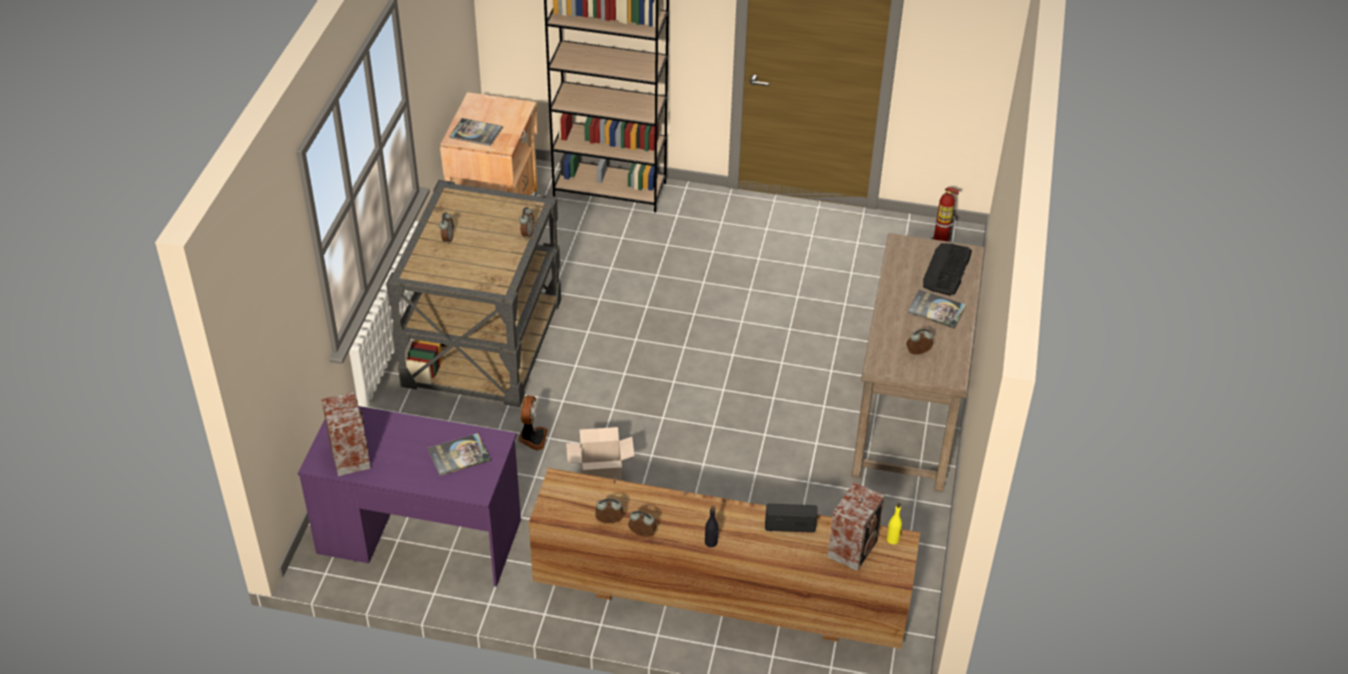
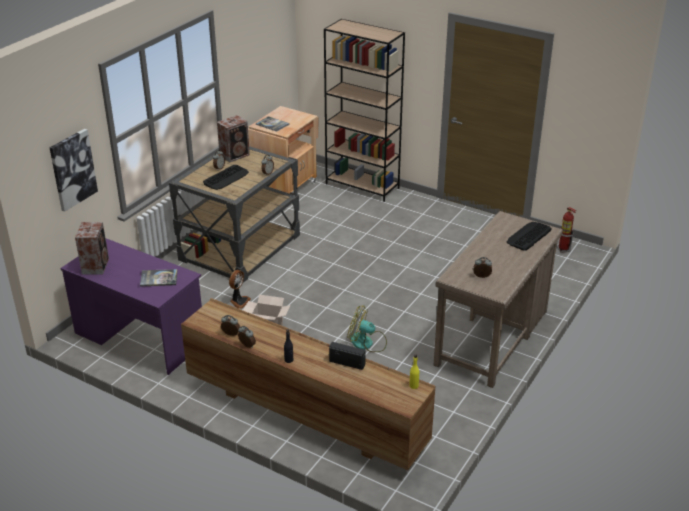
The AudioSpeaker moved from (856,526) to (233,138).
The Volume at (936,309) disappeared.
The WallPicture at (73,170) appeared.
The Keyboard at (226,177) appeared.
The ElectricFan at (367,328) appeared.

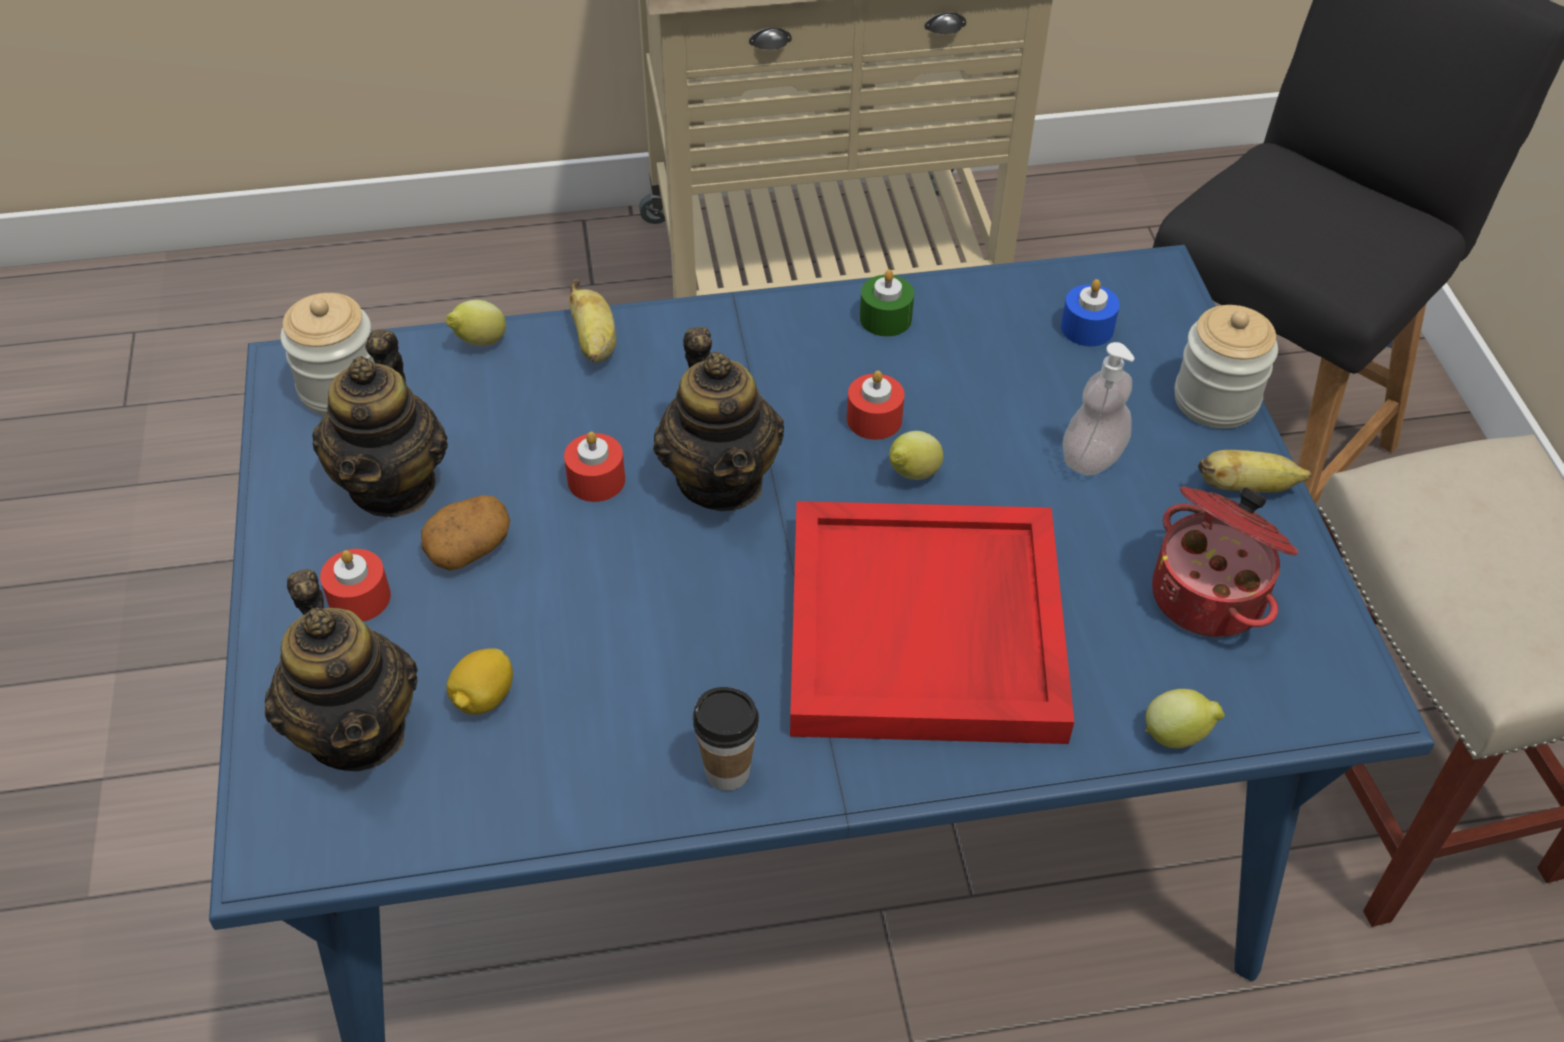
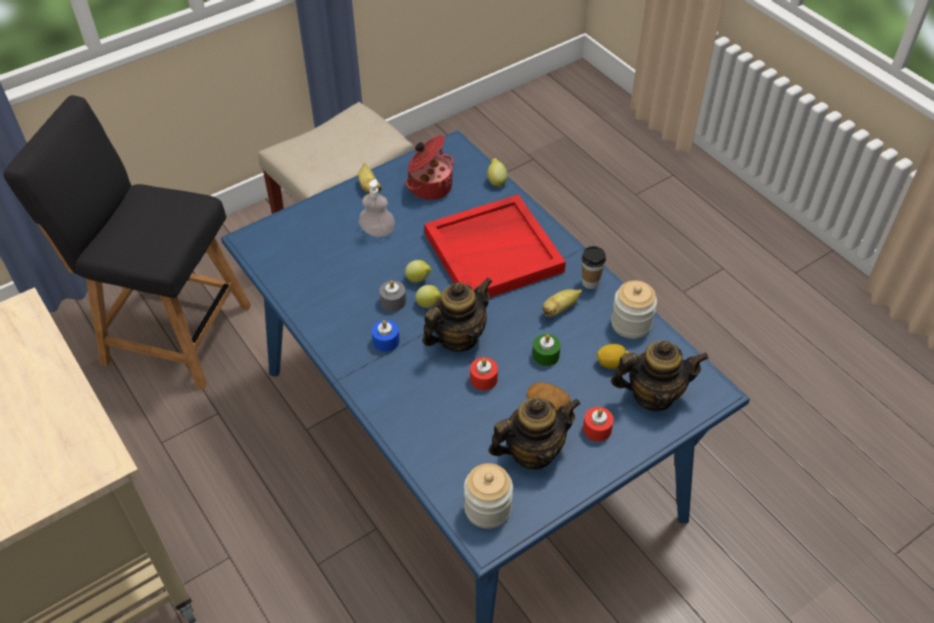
The PotForTea at (341,670) turned 45 degrees clockwise.
The WholeLemon moved from (476,323) to (428,296).
The WholeBanana moved from (592,321) to (562,303).
The RedColouredWaxLight at (876,405) became the GreyWaxLight at (392,295).
The GreenishWaxLight moved from (887,303) to (546,350).
The BlueColouredWaxLight moved from (1090,312) to (386,336).
The Jar moved from (1226,367) to (634,310).

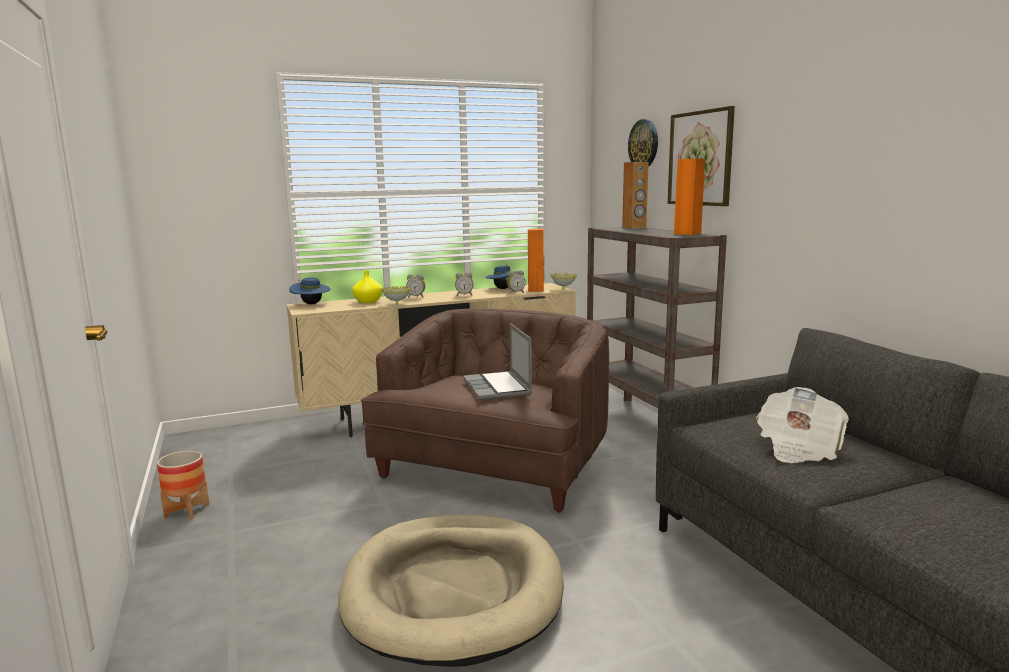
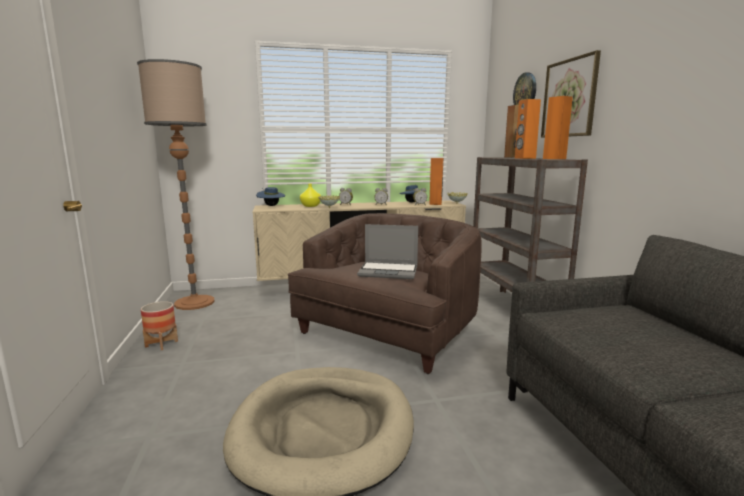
The NotebookComputer at (497,361) turned 75 degrees counterclockwise.
The PrintedPaper at (802,425) disappeared.
The StandingLamp at (176,184) appeared.
The OrangeyAudioSpeaker at (528,129) appeared.

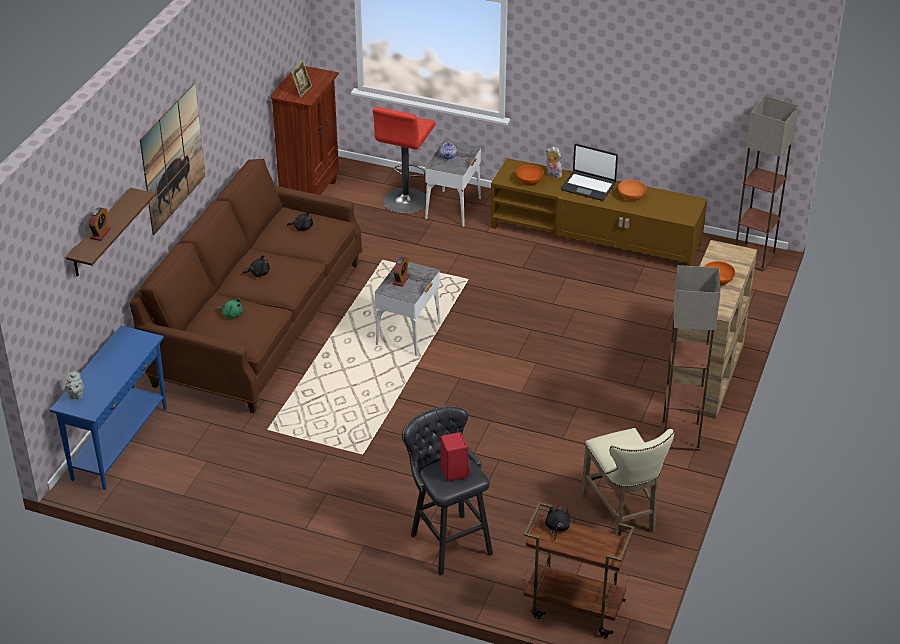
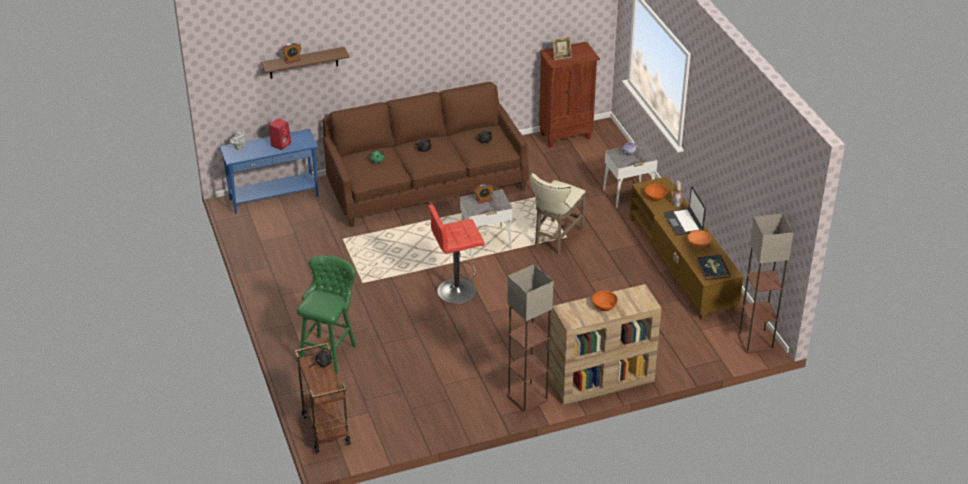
The WallPicture at (172,159) disappeared.
The RedColouredStool moved from (404,160) to (456,254).
The BlackishStool at (447,491) became the GreenishStool at (326,314).
The RedColouredAudioSpeaker moved from (455,456) to (280,134).
The BeigeColouredStool moved from (627,481) to (558,214).
The Volume at (713,267) appeared.

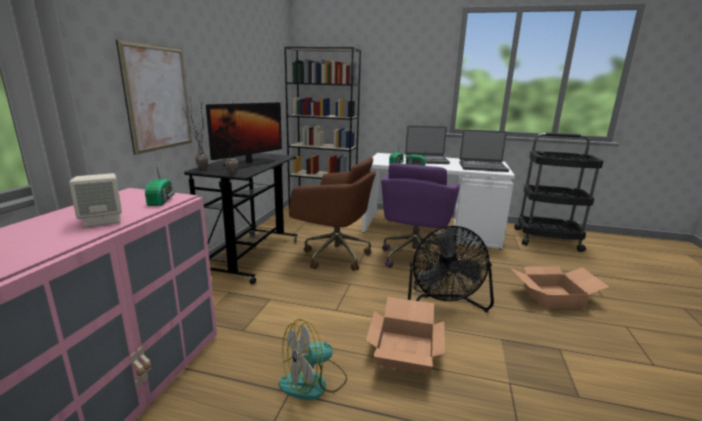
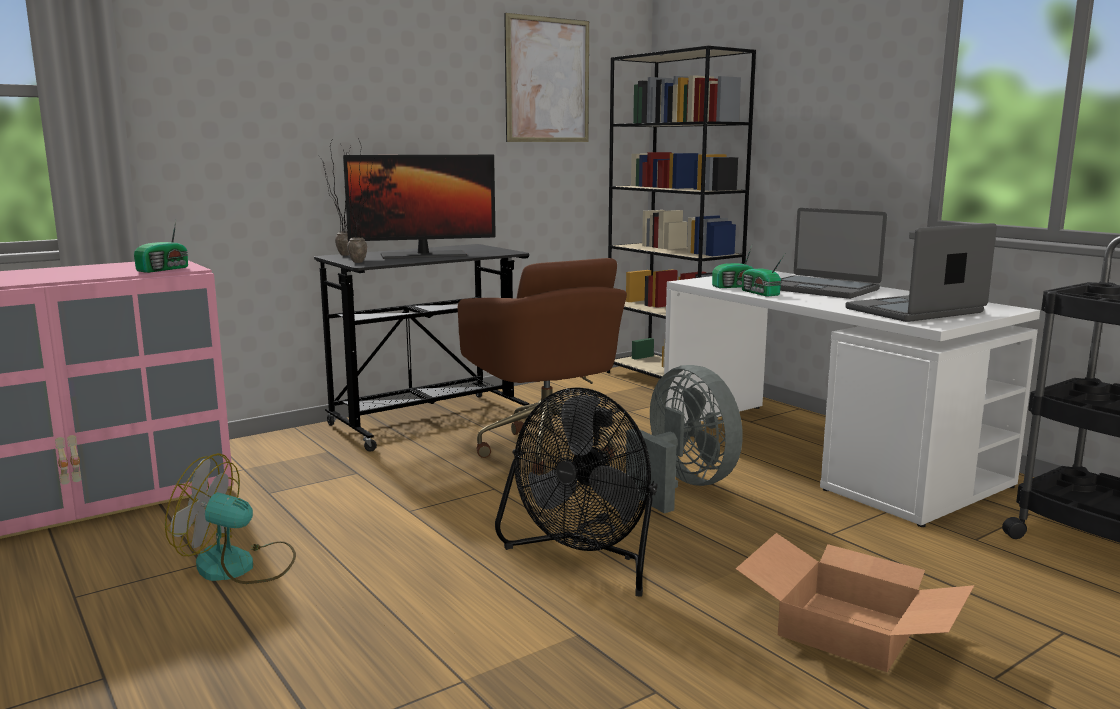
The BeigeColouredAudioSpeaker at (95,200) disappeared.
The WallPicture moved from (154,97) to (546,77).
The PackingBox at (405,335) disappeared.
The PurpleColouredOfficeChair at (420,217) was replaced by the GreyElectricFan at (684,439).
The NotebookComputer at (484,151) turned 105 degrees clockwise.

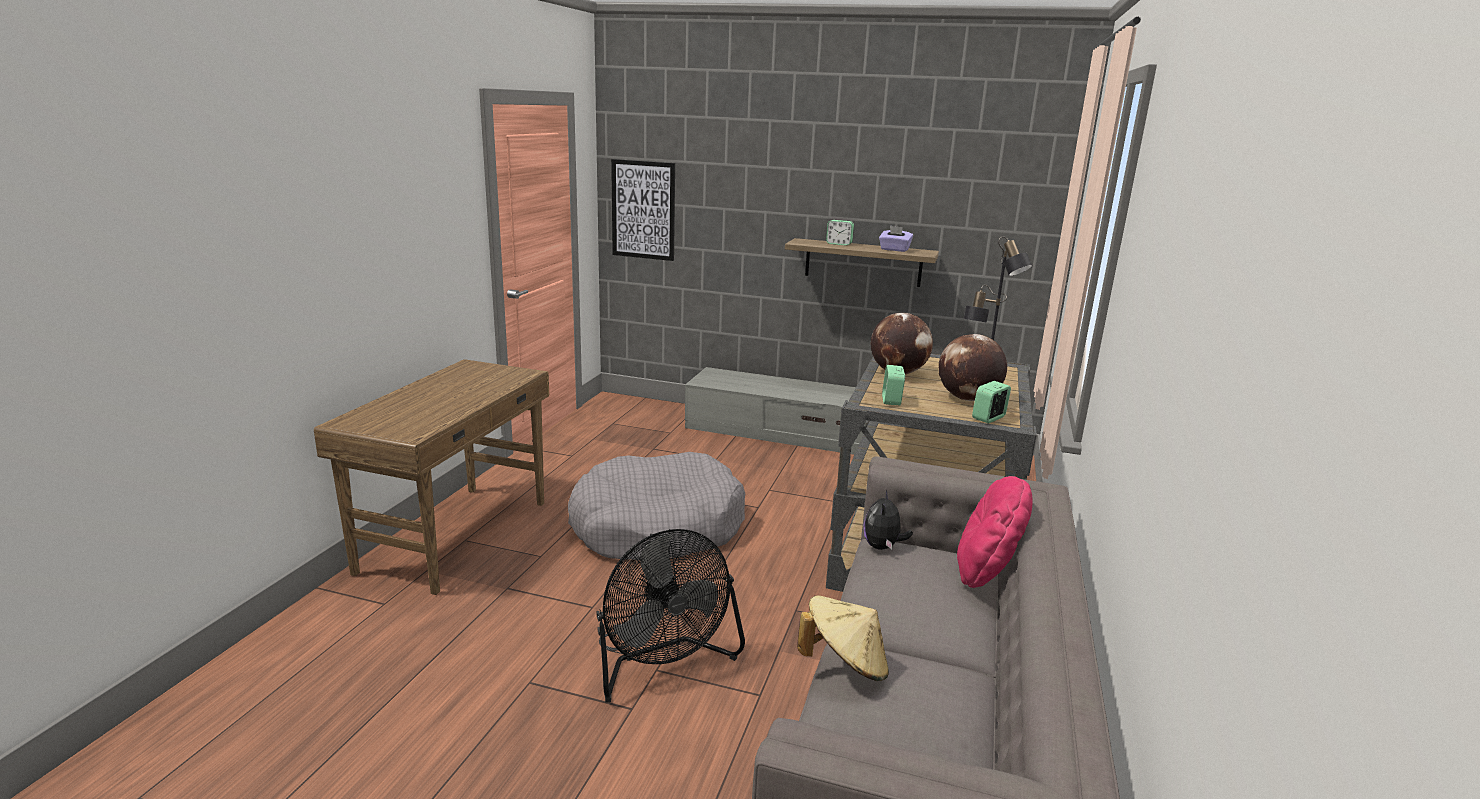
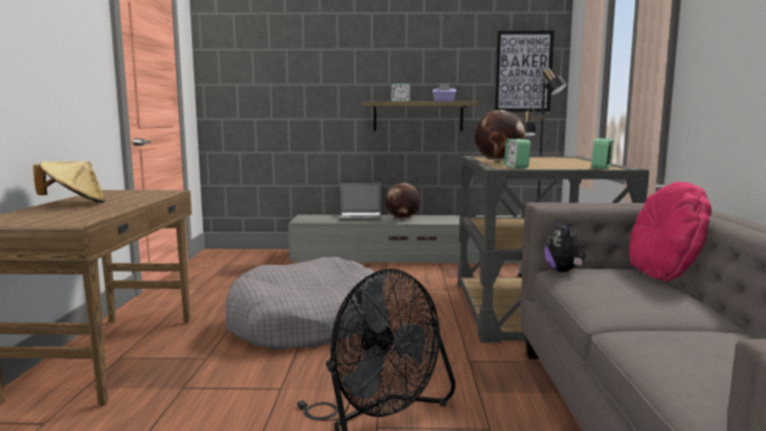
The WallPicture moved from (643,210) to (524,71).
The BeigeColouredWearableHat moved from (843,638) to (69,182).
The Globe moved from (973,367) to (403,201).
The NotebookComputer at (361,202) appeared.

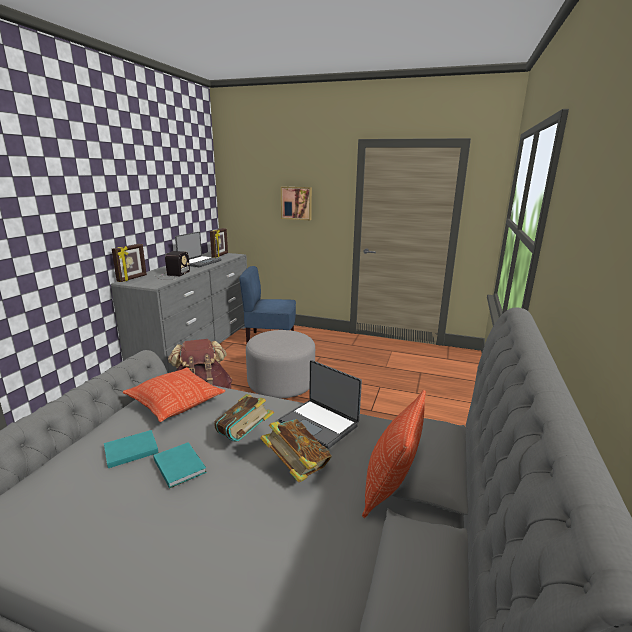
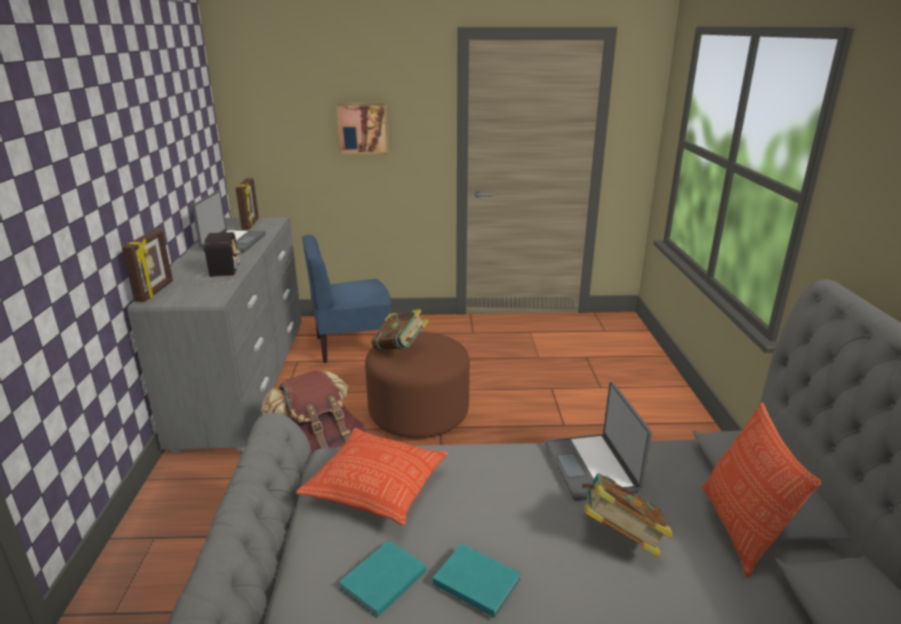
The Volume moved from (244,418) to (400,330).
The GreyPouffe at (280,364) became the BrownPouffe at (417,385).
The NotebookComputer at (320,404) turned 60 degrees clockwise.

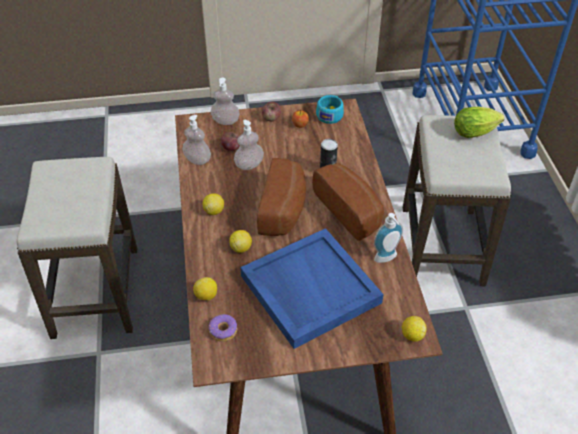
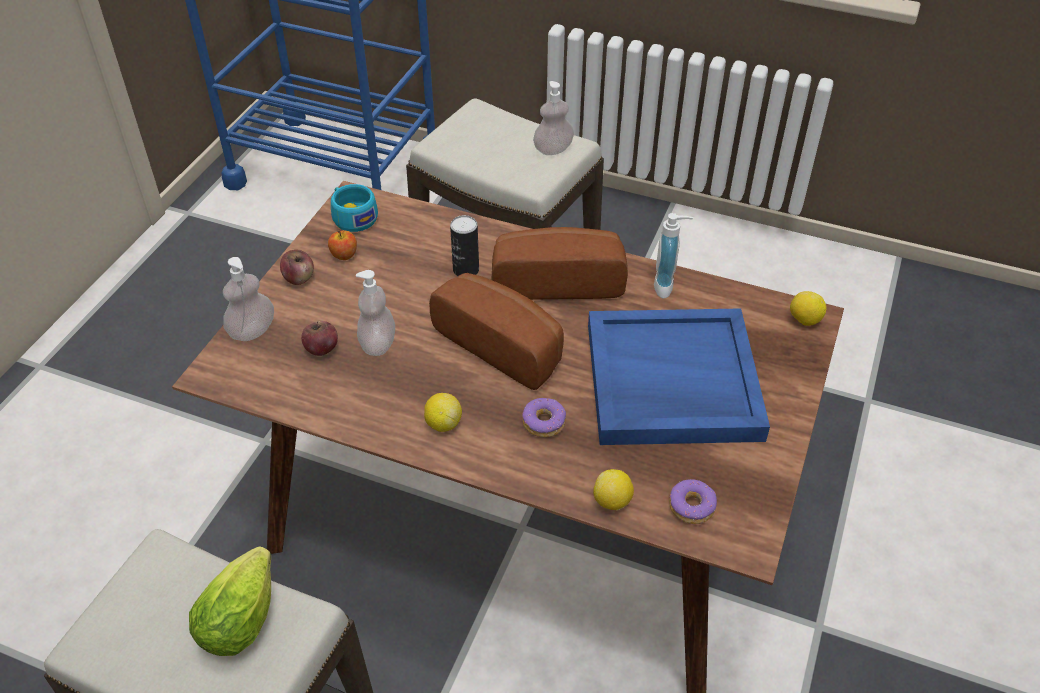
The SoapDispenser moved from (196,140) to (553,118).
The WholeLemon at (240,241) was replaced by the RingDoughnut at (544,417).
The LettuceHead moved from (479,122) to (230,601).

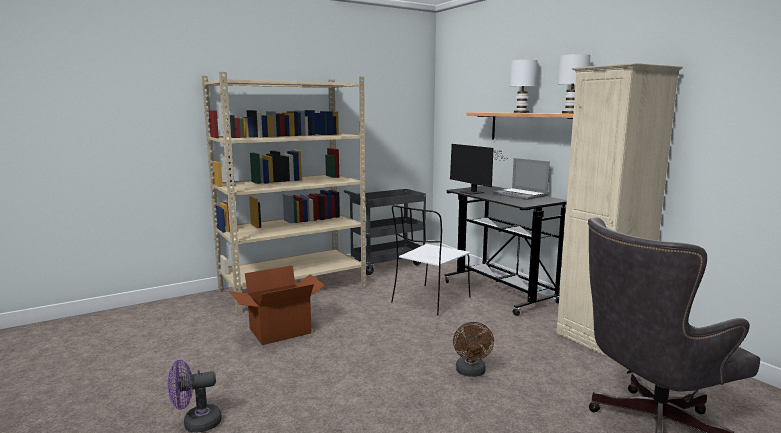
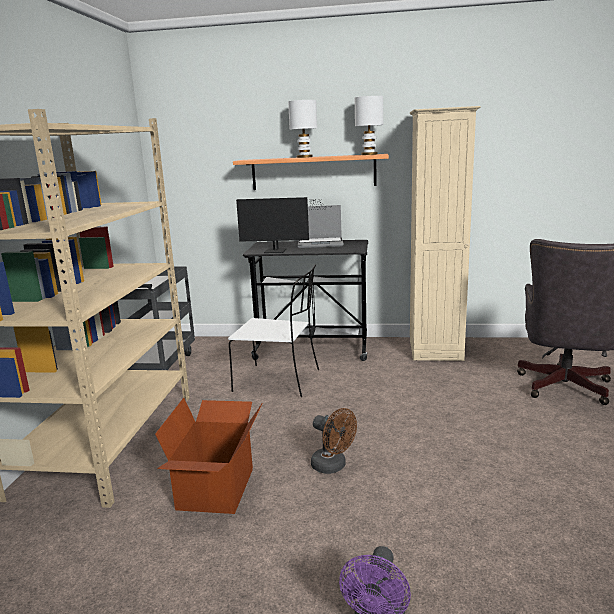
The WhiteChair at (431,260) turned 60 degrees counterclockwise.
The BrownElectricFan moved from (473,349) to (334,441).

